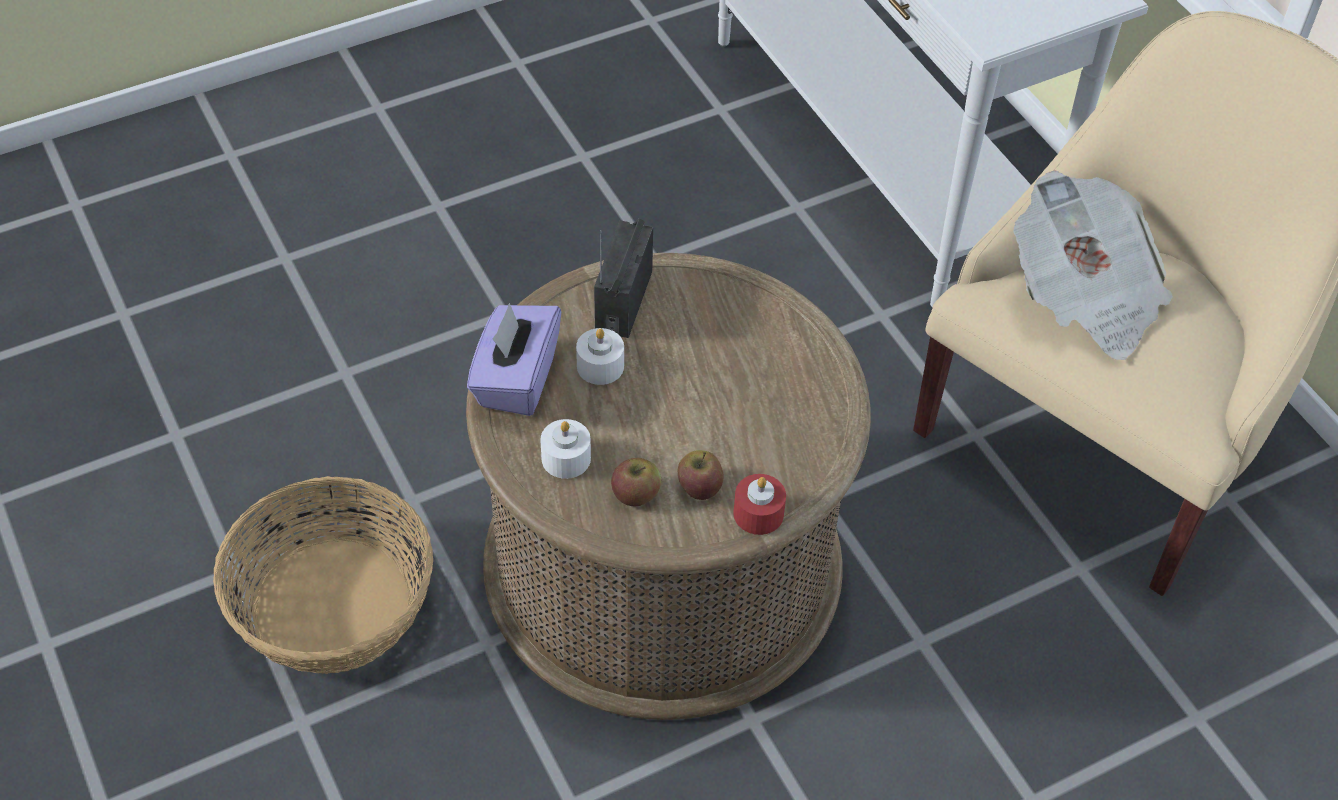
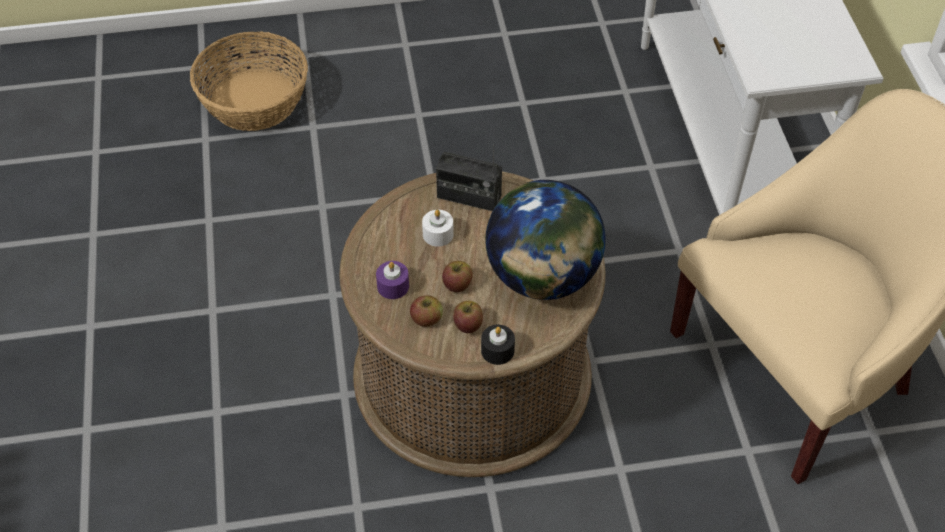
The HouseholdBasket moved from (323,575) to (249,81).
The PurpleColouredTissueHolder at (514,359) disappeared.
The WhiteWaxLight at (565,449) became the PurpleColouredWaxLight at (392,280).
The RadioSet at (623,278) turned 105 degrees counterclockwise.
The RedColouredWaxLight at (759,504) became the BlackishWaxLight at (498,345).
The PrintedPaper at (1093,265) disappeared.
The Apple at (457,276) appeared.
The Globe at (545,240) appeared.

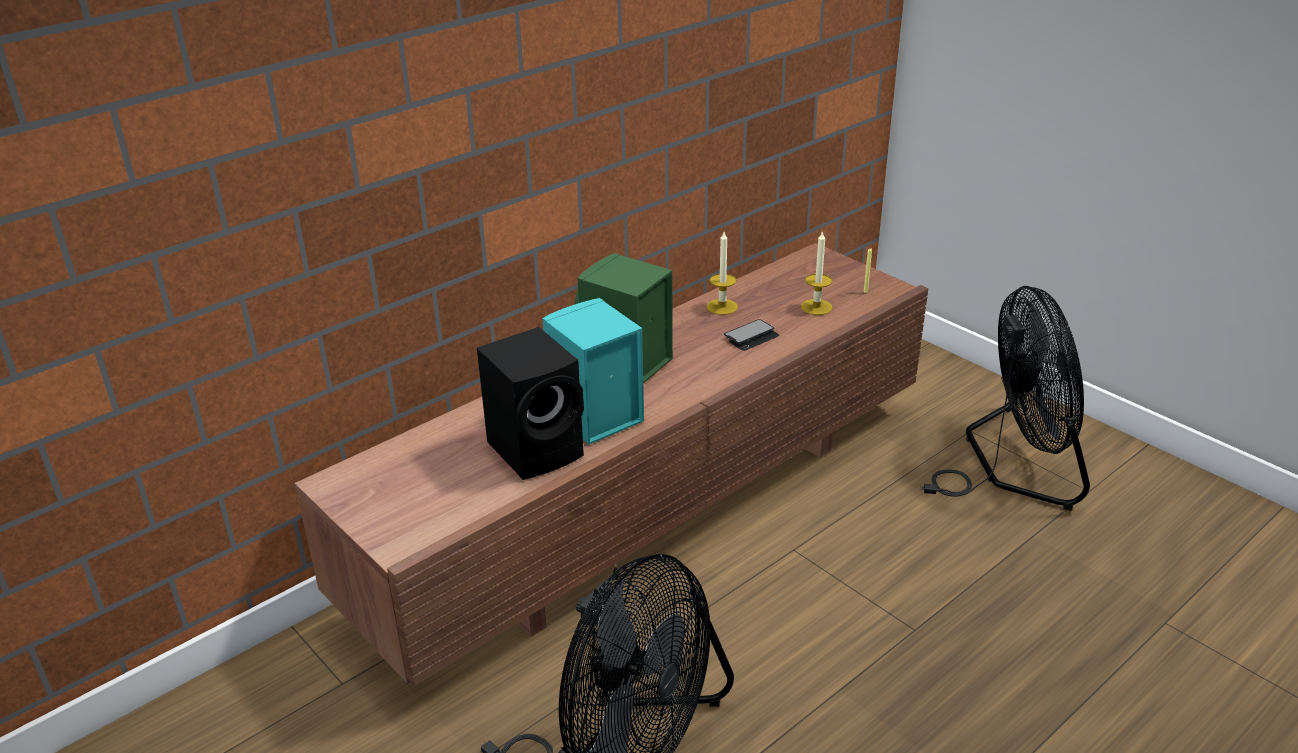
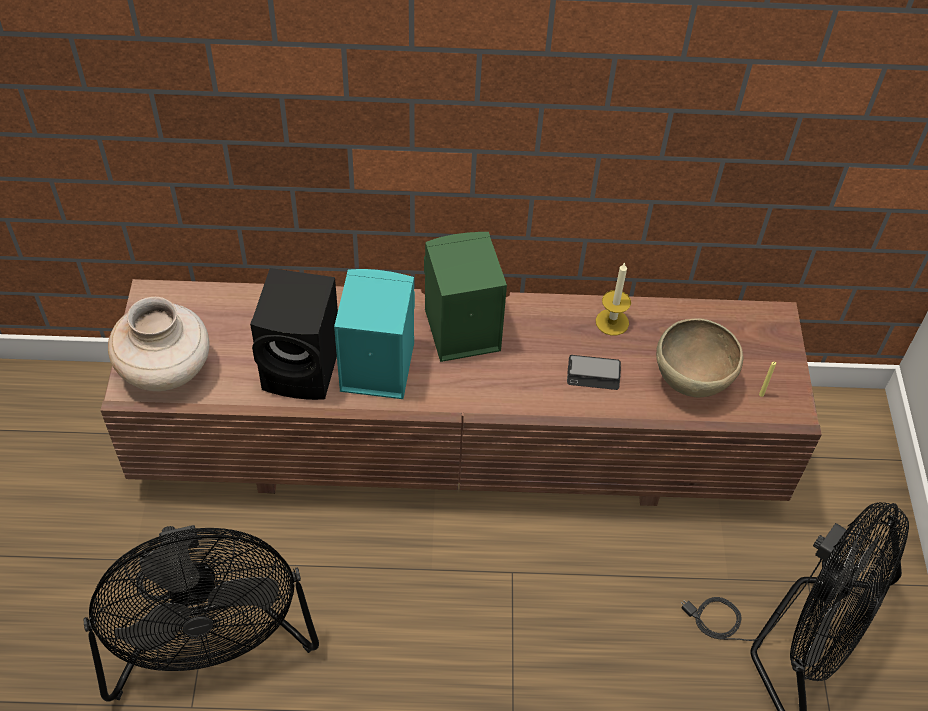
The WaxLight at (817,272) was replaced by the BrownDeepDish at (699,357).
The BeigeColouredVase at (159,344) appeared.

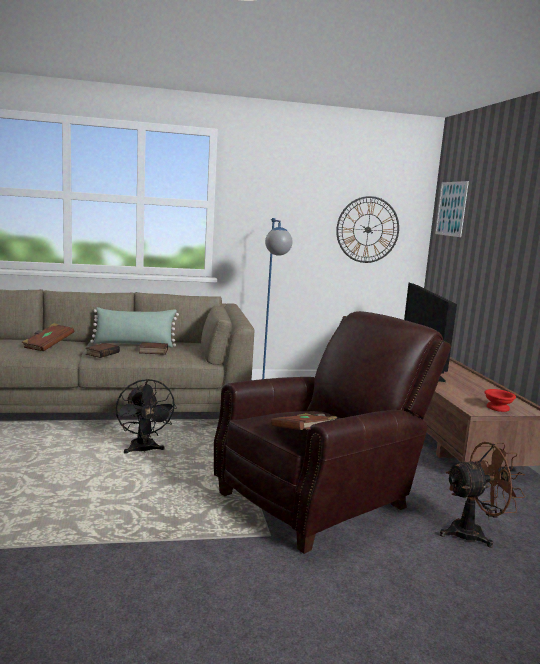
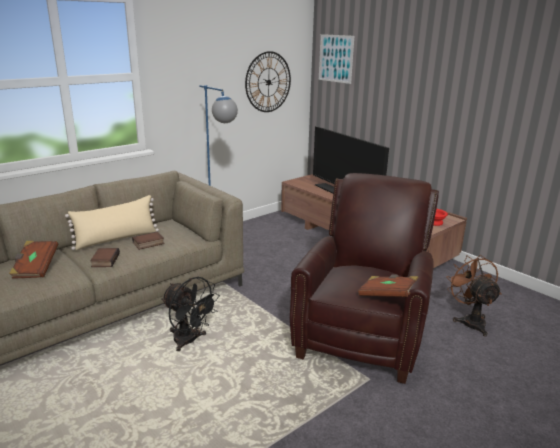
The GreenishPillow at (134,327) became the BeigeColouredPillow at (112,222).
The BrownElectricFan at (482,495) turned 60 degrees counterclockwise.

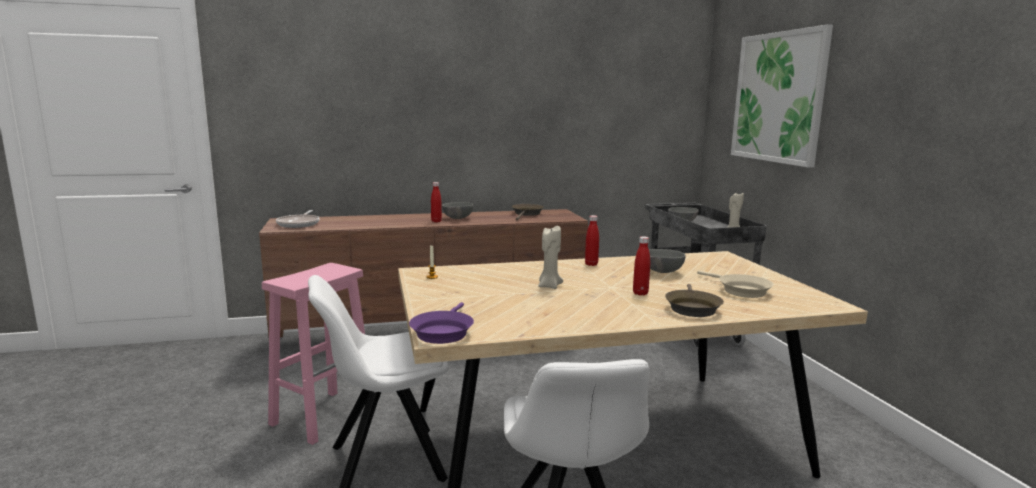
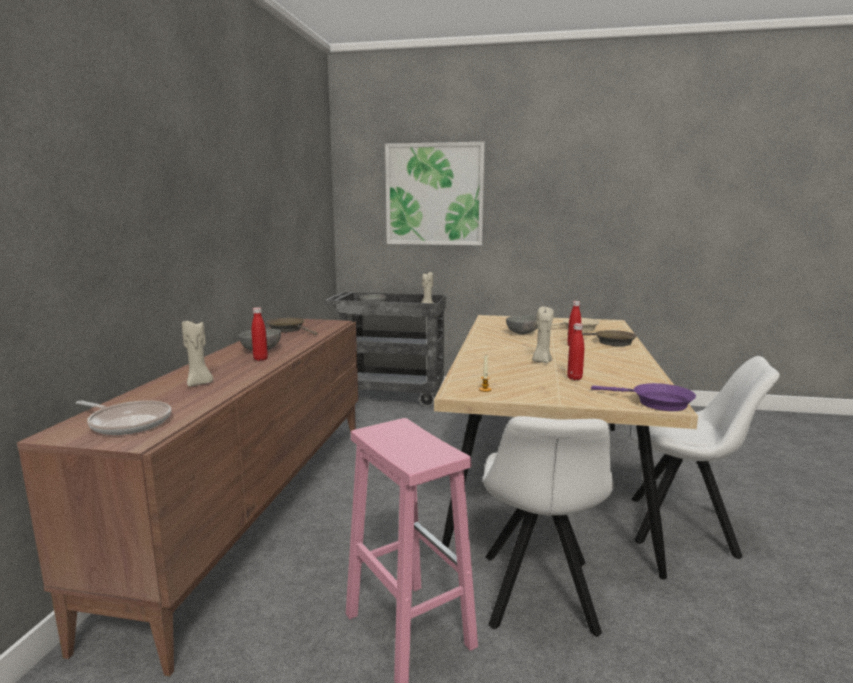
The RedColouredBottle moved from (592,240) to (575,351).
The BeigeColouredWaxLight at (197,353) appeared.

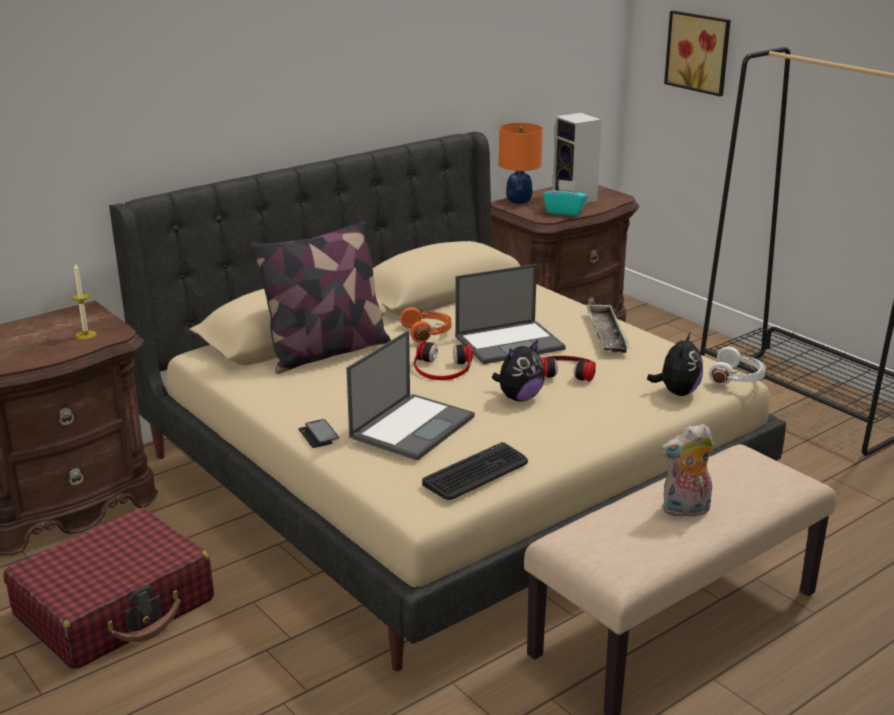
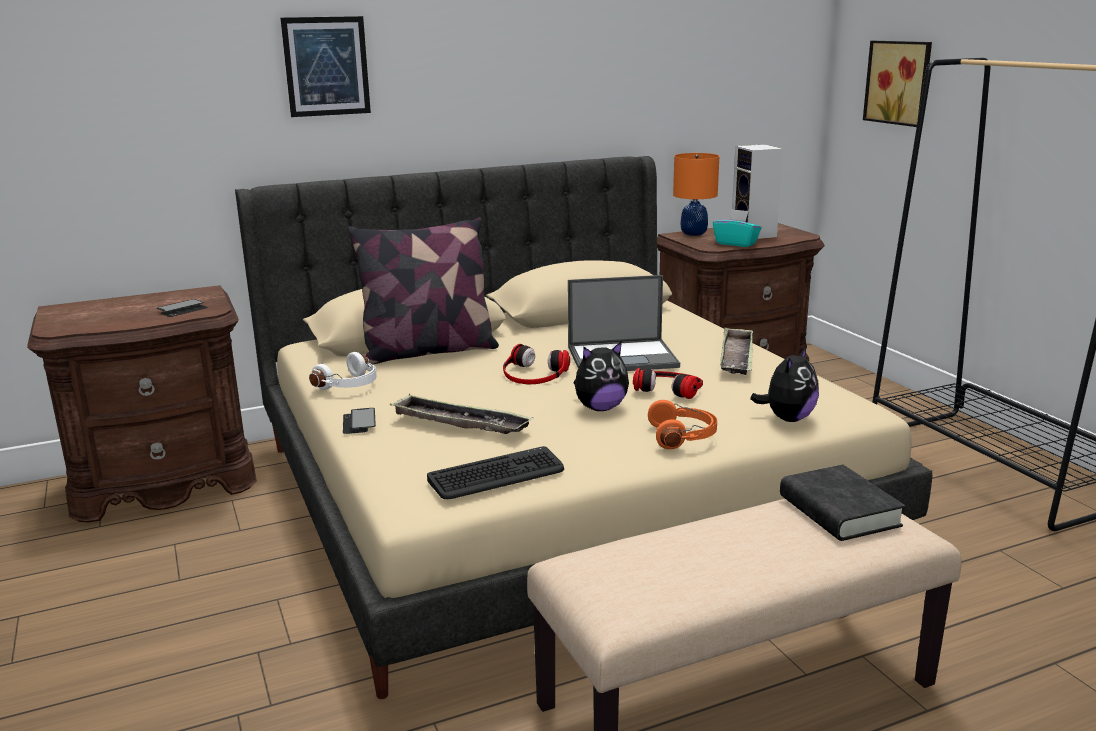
The RedColouredTravelCase at (108,589) disappeared.
The WaxLight at (84,301) was replaced by the Telephone at (182,308).
The NotebookComputer at (410,395) was replaced by the ServingTray at (461,414).
The OrangeyPairOfHeadphones moved from (426,325) to (682,424).
The PlushToy at (687,470) disappeared.
The WhitePairOfHeadphones moved from (737,366) to (343,371).
The WallPicture at (325,66) appeared.
The BlackishVolume at (843,503) appeared.

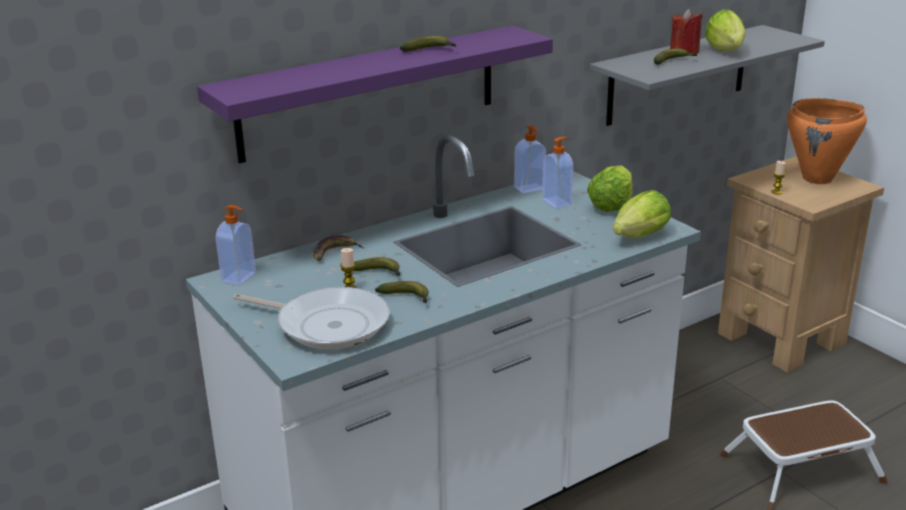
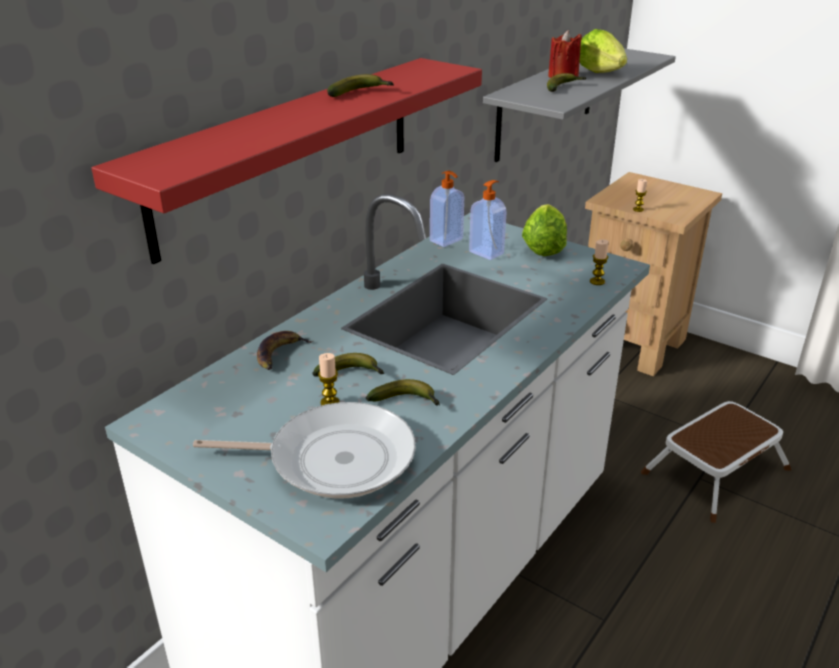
The PurpleColouredBracketShelf at (375,94) became the RedColouredBracketShelf at (286,161).
The SoapDispenser at (236,245) disappeared.
The LettuceHead at (642,214) was replaced by the WaxLight at (599,262).
The OrangeyStockpot at (827,141) disappeared.

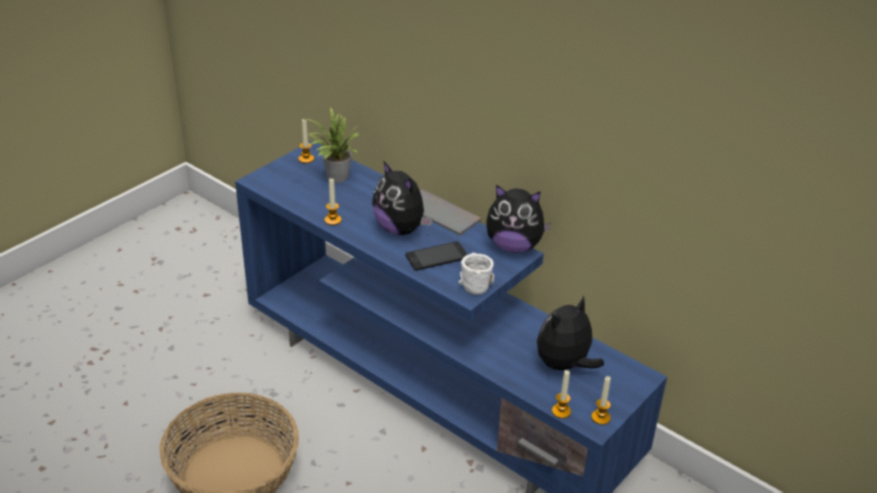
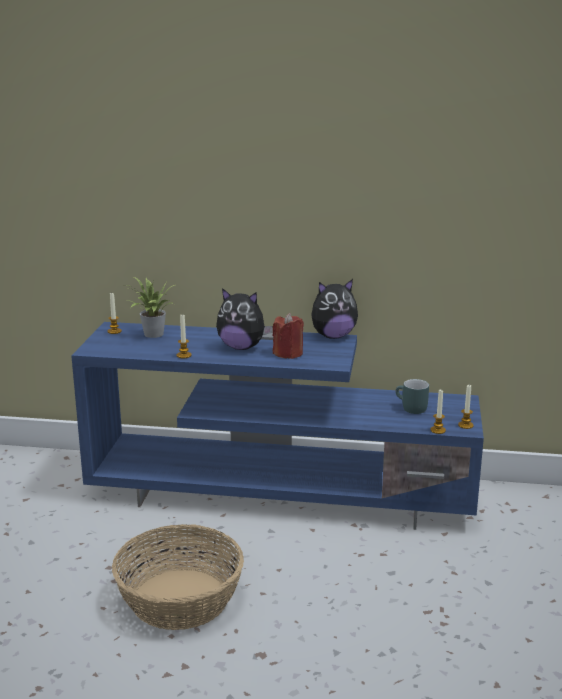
The Telephone at (436,256) was replaced by the RedColouredWaxLight at (288,336).
The WhiteCoffeeMug at (476,274) disappeared.
The PlushToy at (570,333) was replaced by the TurquoiseColouredCoffeeMug at (412,396).

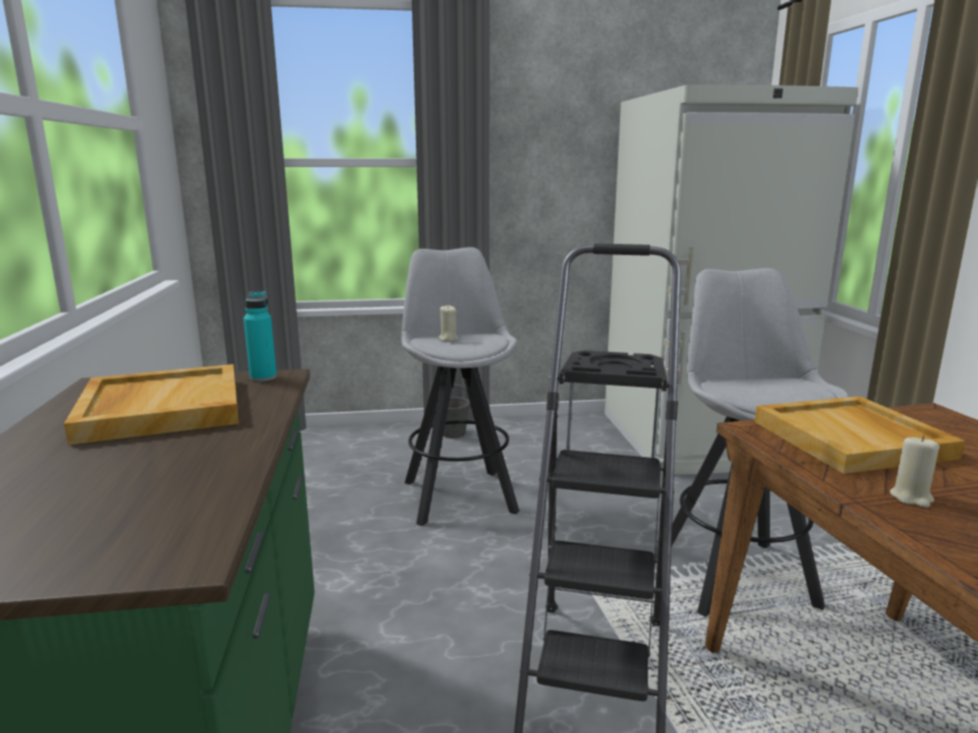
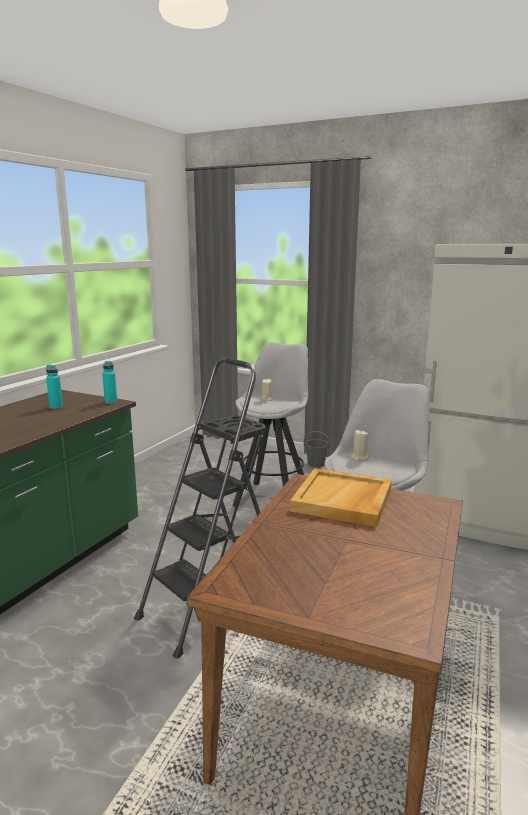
The BeigeColouredServingTray at (151,404) was replaced by the TurquoiseColouredBottle at (54,387).
The BeigeColouredWaxLight moved from (914,471) to (360,445).

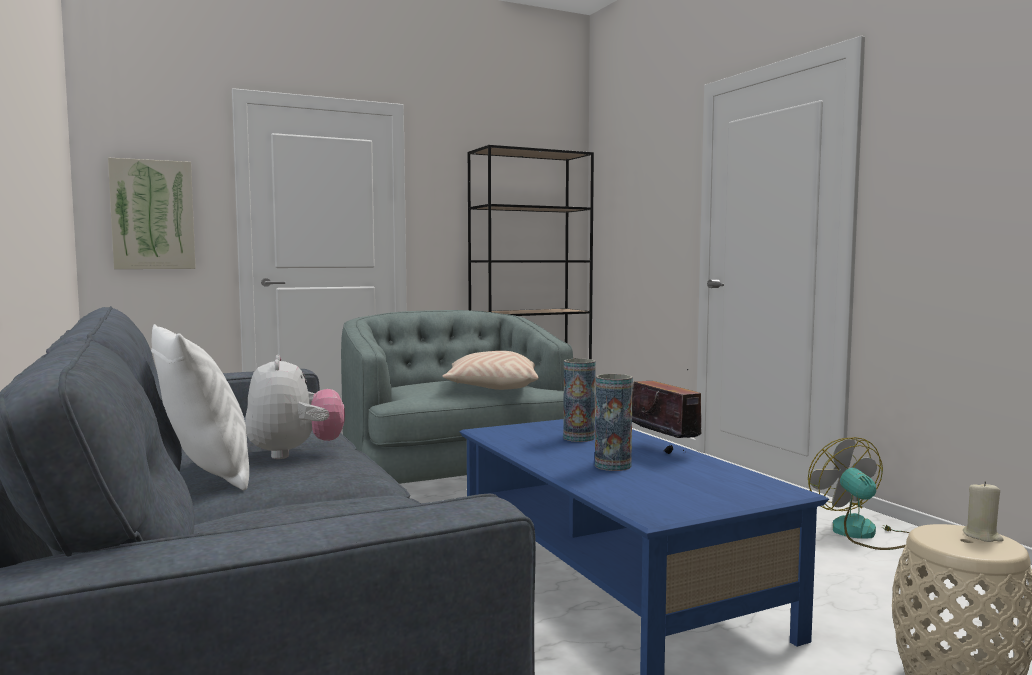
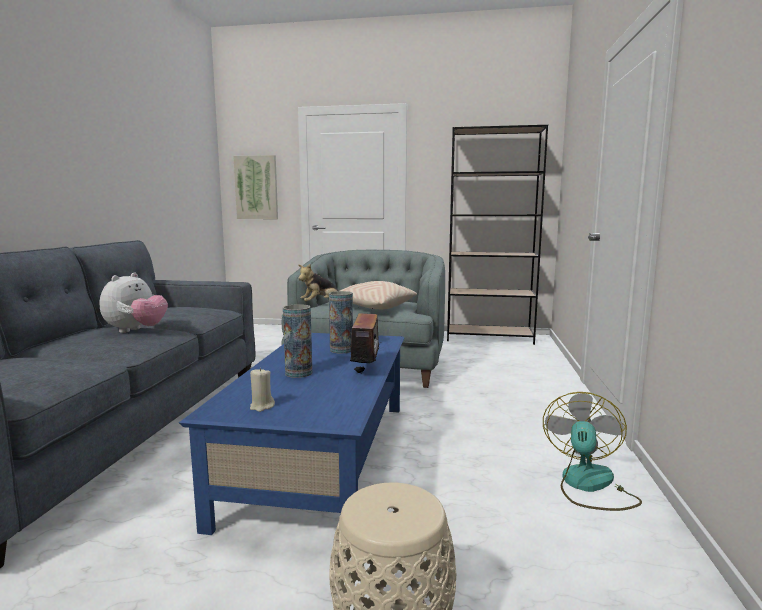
The WhitePillow at (200,407) disappeared.
The BeigeColouredWaxLight moved from (983,511) to (262,390).
The PlushToy at (318,283) appeared.

